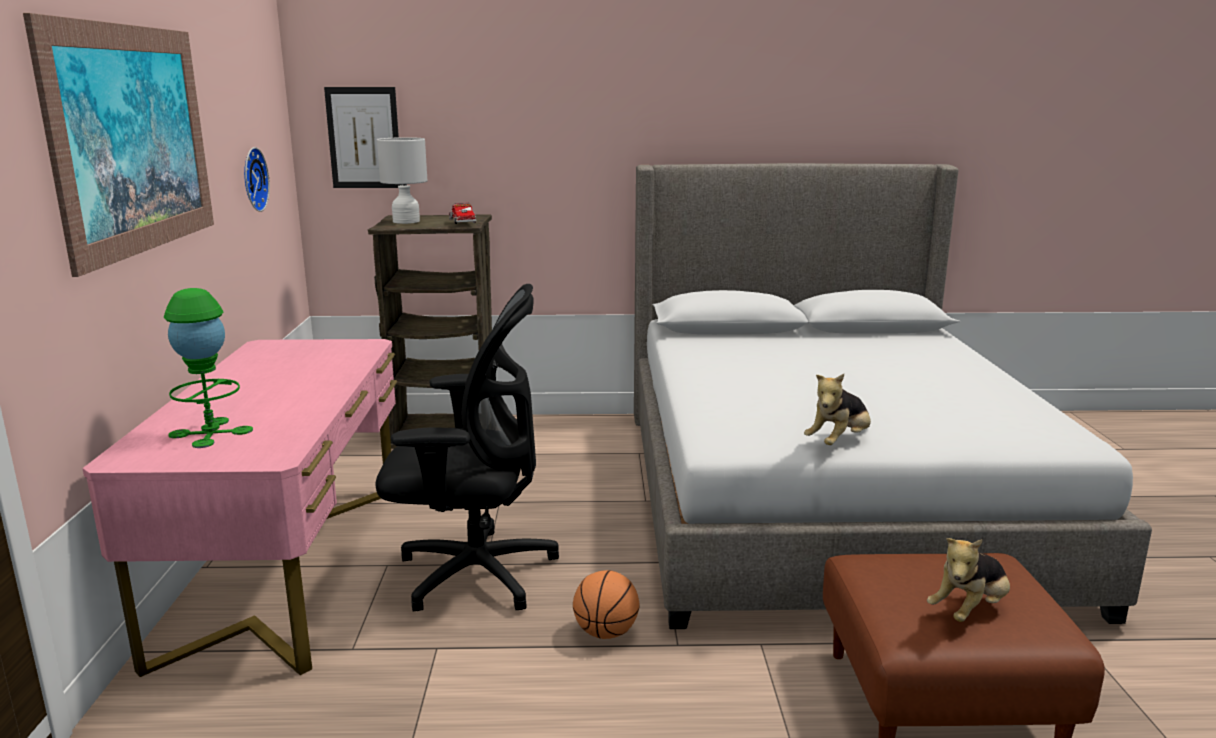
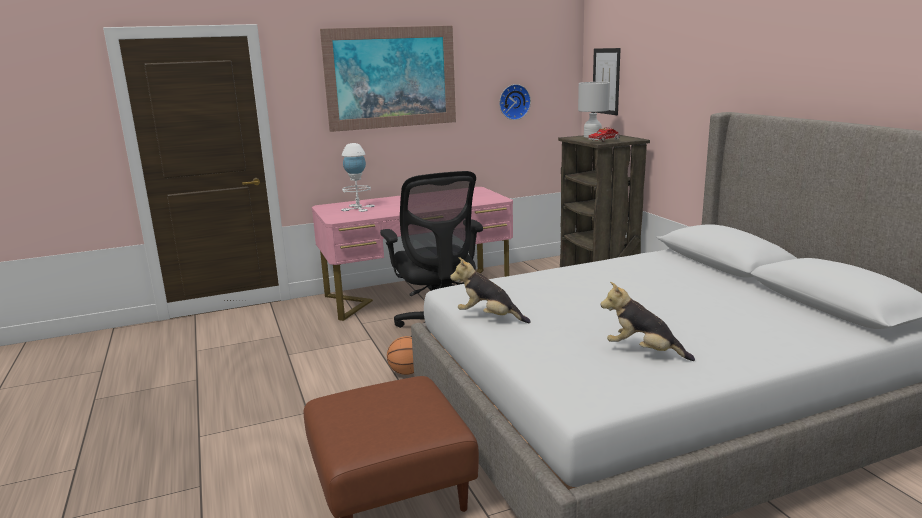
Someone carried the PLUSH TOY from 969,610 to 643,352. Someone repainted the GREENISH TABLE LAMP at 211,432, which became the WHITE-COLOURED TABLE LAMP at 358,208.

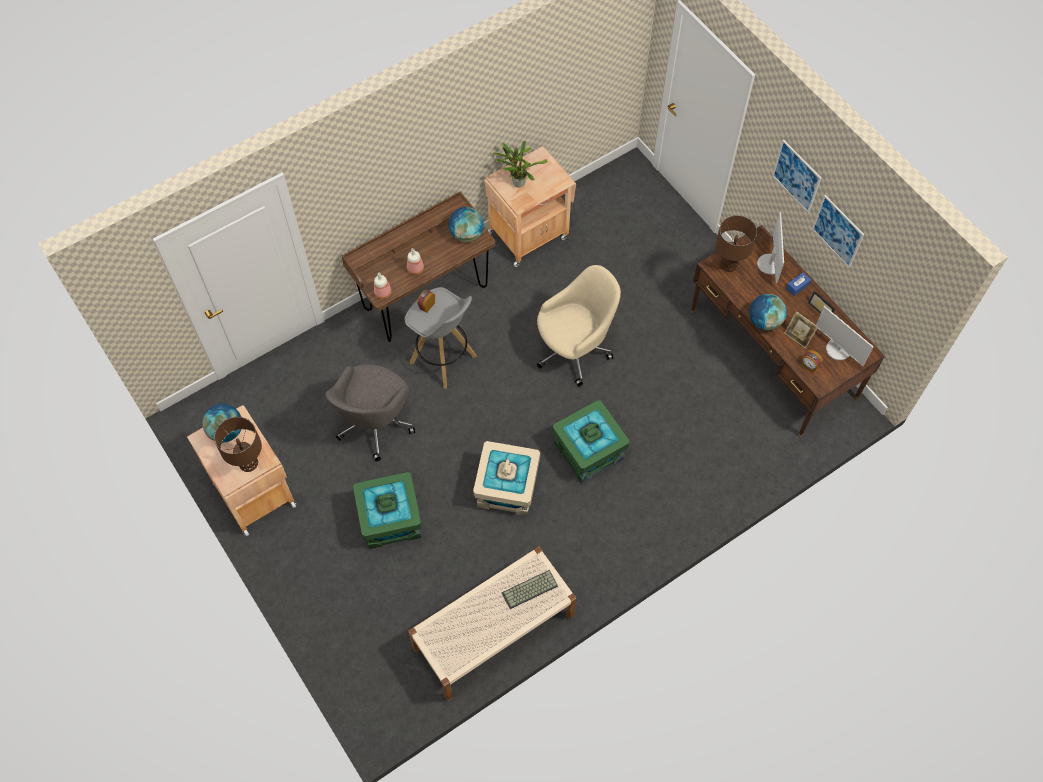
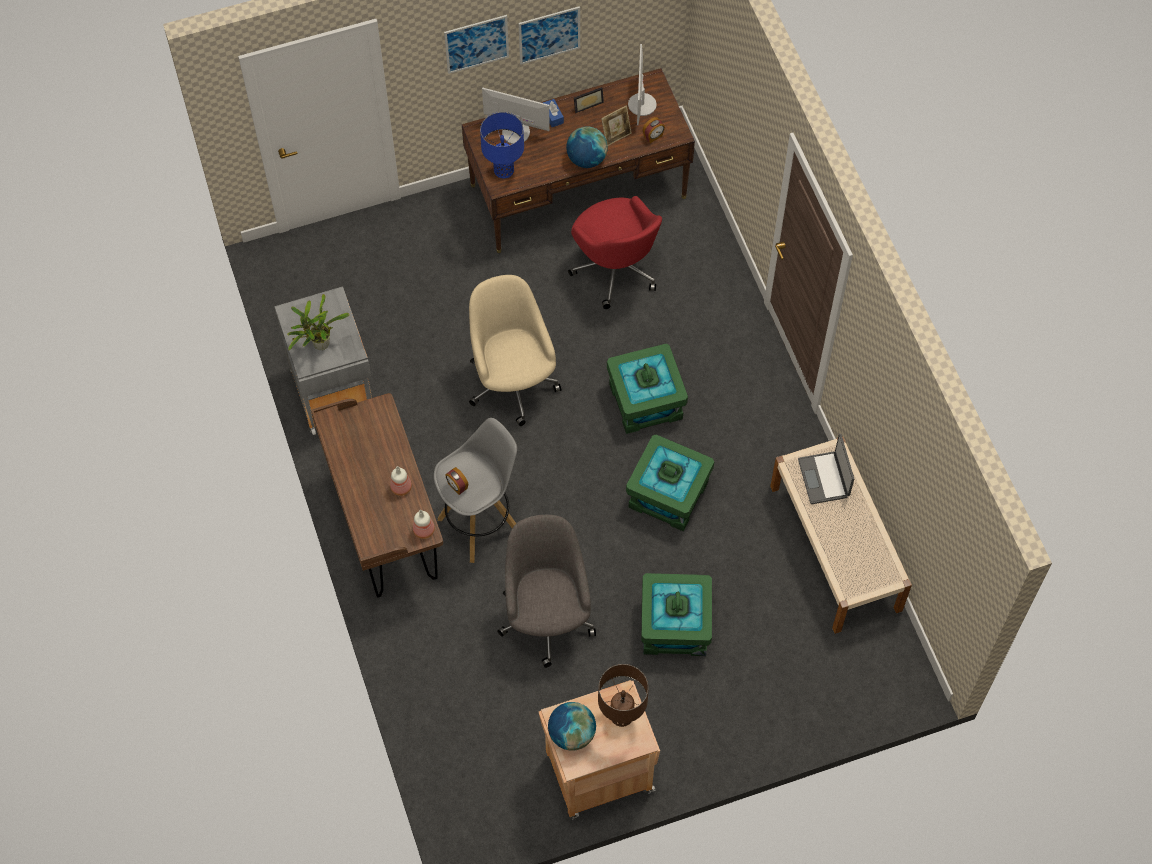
Someone took away the GLOBE at 467,234. Someone put down the RED OFFICE CHAIR at 616,271. Someone swapped the COMPUTER KEYBOARD at 529,590 for the LAPTOP at 824,478. Someone repainted the BEIGE STORAGE BOX at 507,488, which became the GREENISH STORAGE BOX at 668,495. Someone repainted the BROWN-COLOURED WHEELED CART at 529,234, which became the GRAY WHEELED CART at 332,390. Someone repainted the BROWN-COLOURED TABLE LAMP at 729,264, which became the BLUE TABLE LAMP at 503,170. Someone rotated the GRAY OFFICE CHAIR at 375,425 by 135 degrees counterclockwise. Someone rotated the MONITOR at 838,349 by 120 degrees clockwise.

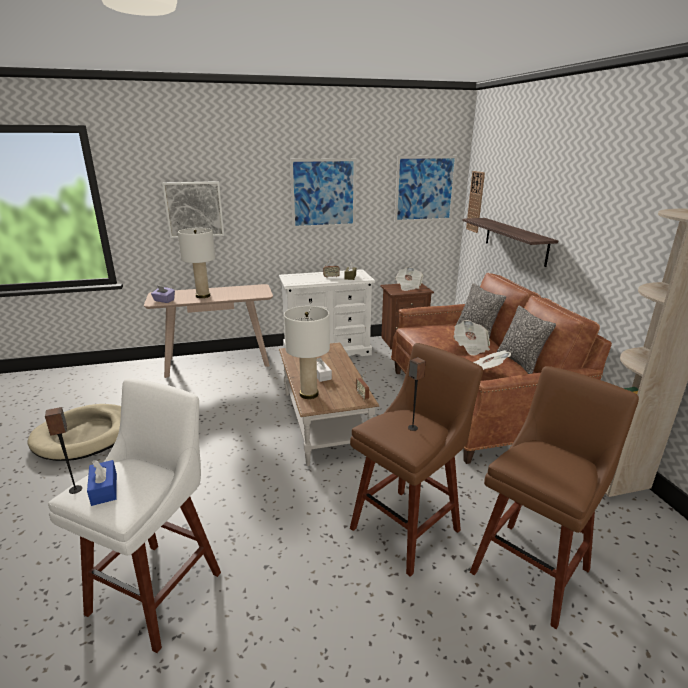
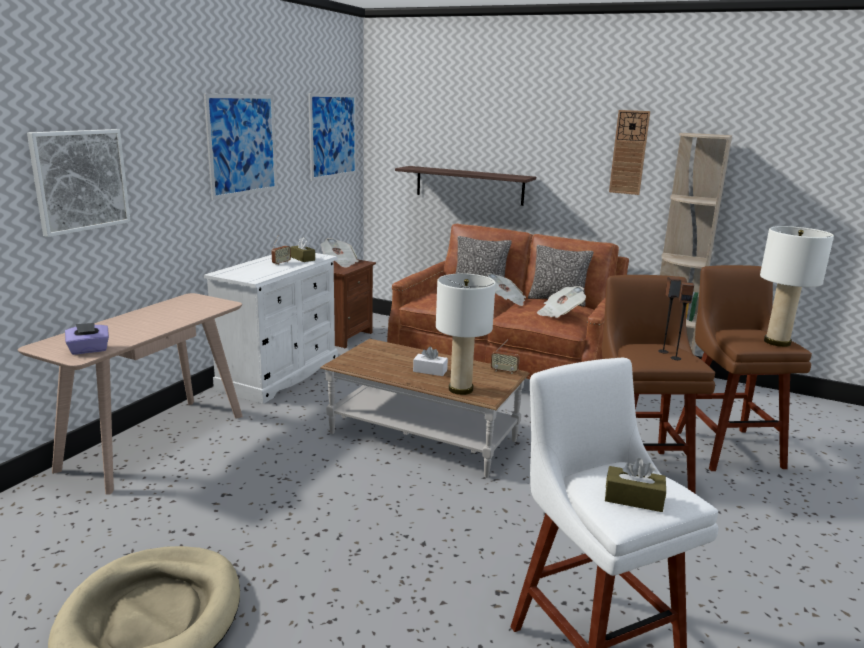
Someone carried the LOUDSPEAKER from 76,489 to 675,358. Someone carried the WHITE-COLOURED TABLE LAMP from 203,296 to 777,342. Someone carried the WALL CLOCK from 475,201 to 629,152. Someone repainted the BLUE BOX OF TISSUES at 104,489, which became the BROWN-COLOURED BOX OF TISSUES at 633,499.

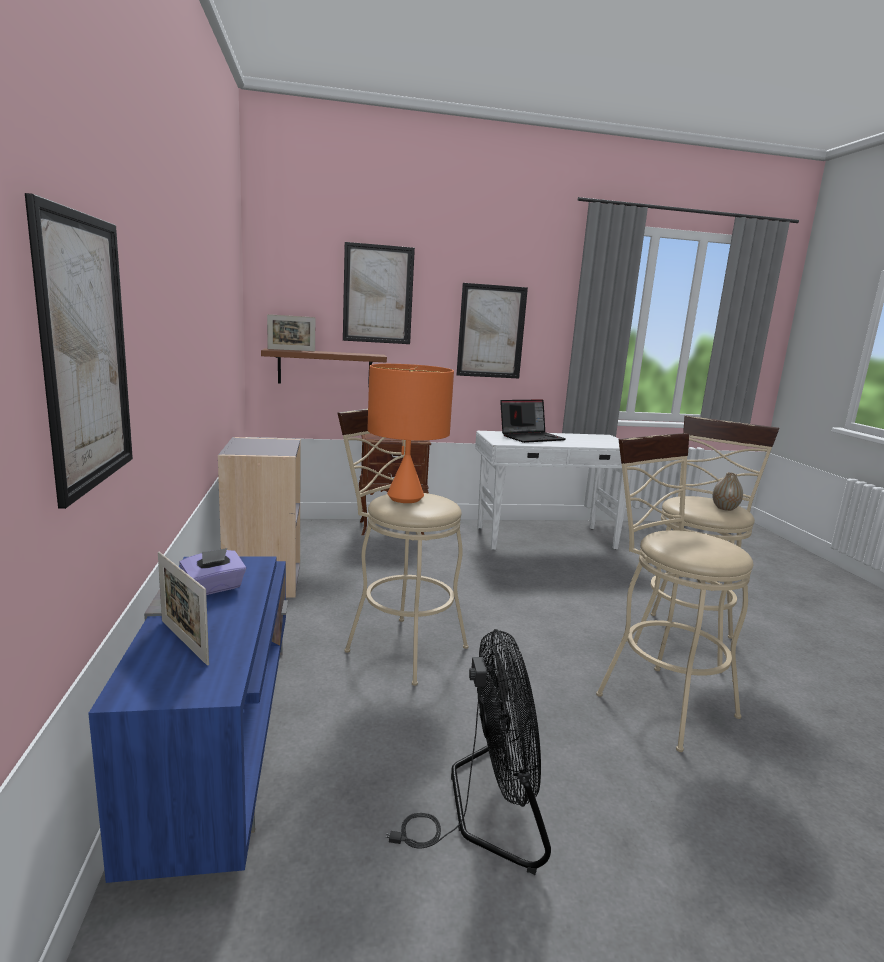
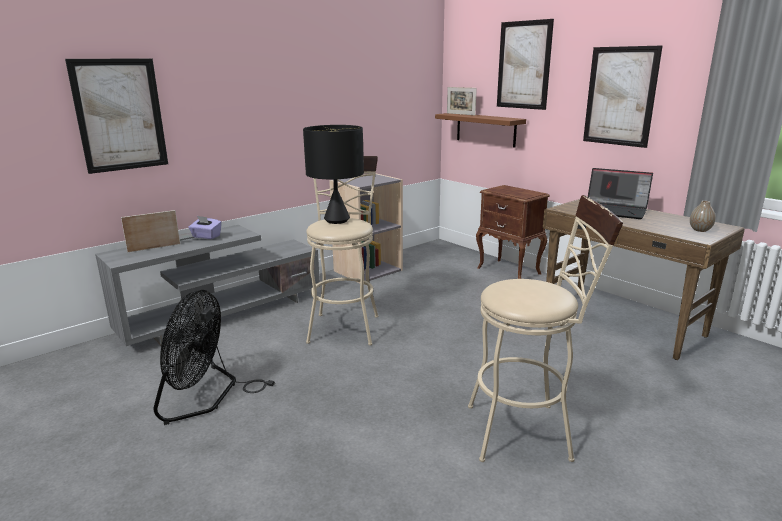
Someone took away the BEIGE SITTING STOOL at 656,699. Someone carried the VASE from 724,508 to 700,230. Someone repainted the BLUE TV STAND at 225,725, which became the GRAY TV STAND at 226,314. Someone repainted the ORANGE TABLE LAMP at 405,499, which became the BLACK-COLOURED TABLE LAMP at 337,221. Someone repainted the WHITE-COLOURED HALL TABLE at 546,538, which became the BROWN-COLOURED HALL TABLE at 623,323. Someone rotated the PHOTO FRAME at 184,641 by 45 degrees clockwise. Someone rotated the BLACK-COLOURED FAN at 481,806 by 135 degrees clockwise.

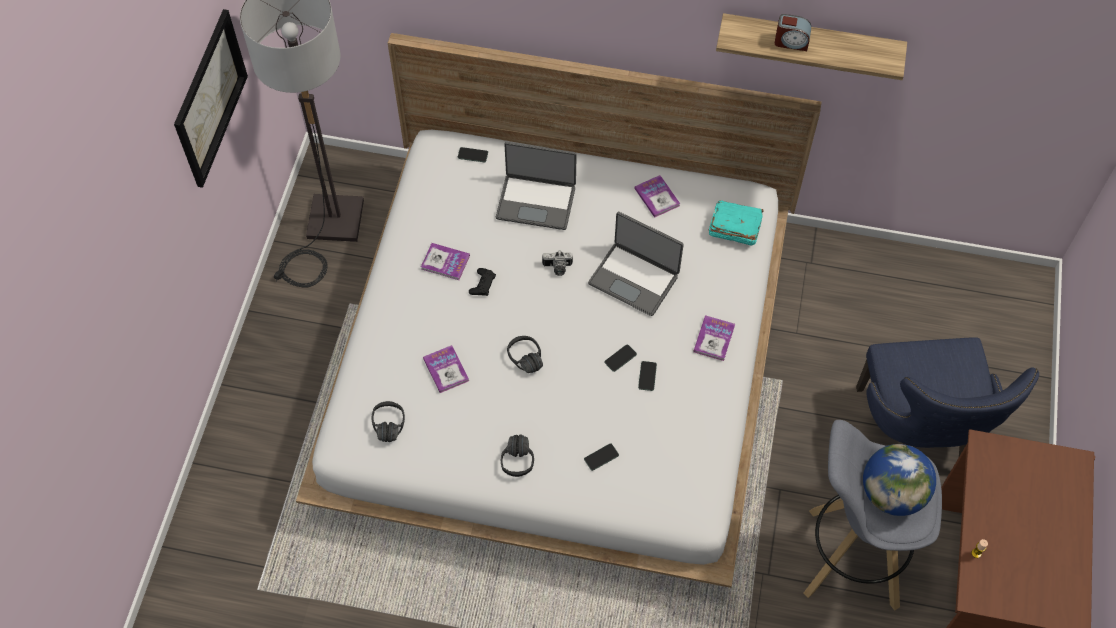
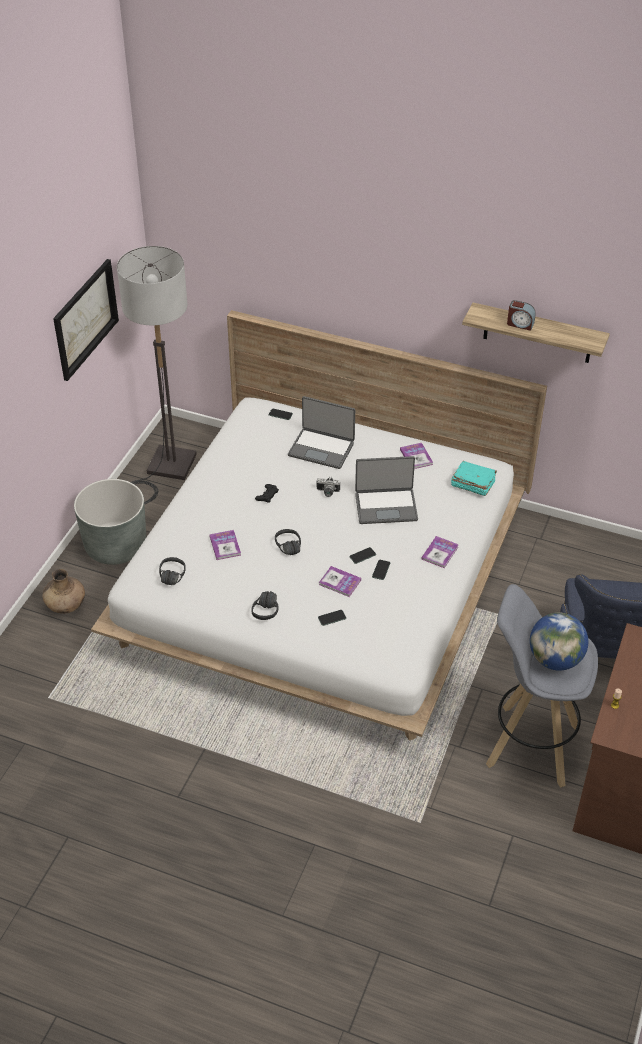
Someone put down the BROWN-COLOURED VASE at 66,605. Someone put down the GRAY FLOWER POT at 115,546. Someone carried the VOLUME from 445,262 to 340,582. Someone rotated the LAPTOP at 634,278 by 45 degrees counterclockwise.

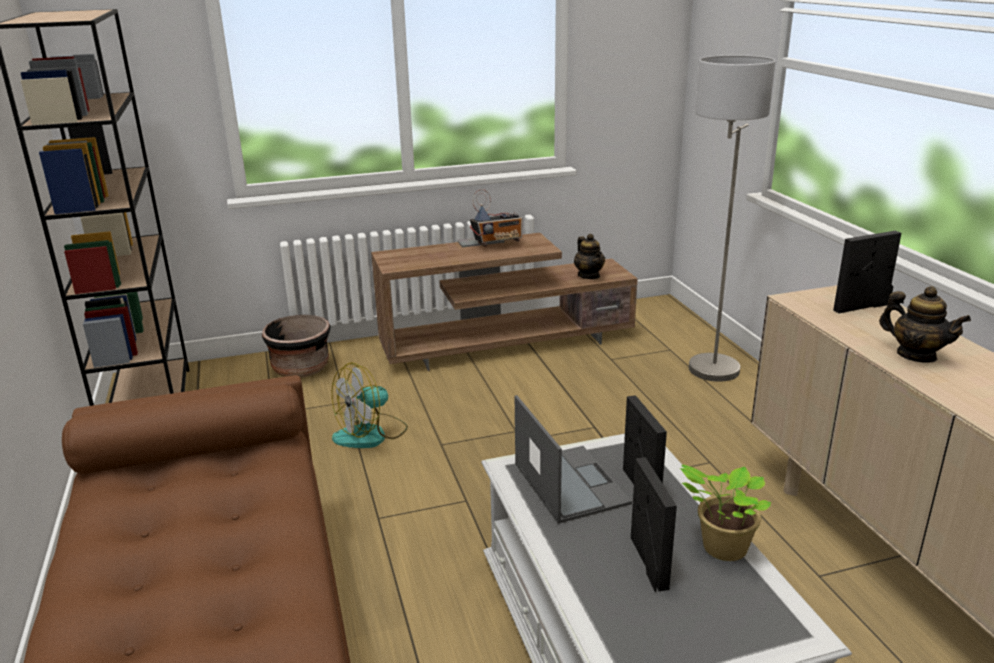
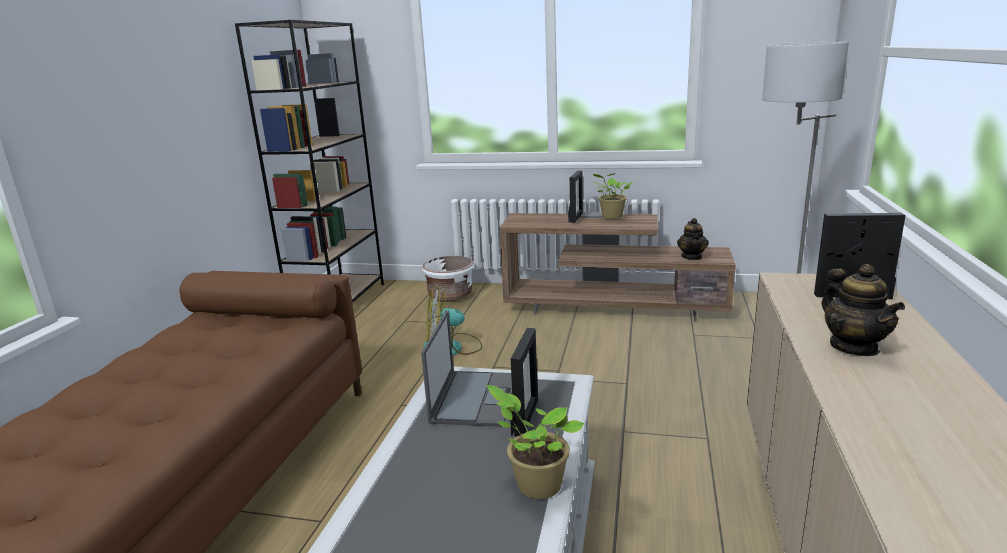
Someone carried the PHOTO FRAME from 647,563 to 575,217. Someone swapped the RADIO SET at 498,242 for the HOUSEPLANT at 611,217. Someone repainted the BLACK-COLOURED FLOWER POT at 301,368, which became the WHITE-COLOURED FLOWER POT at 450,296.

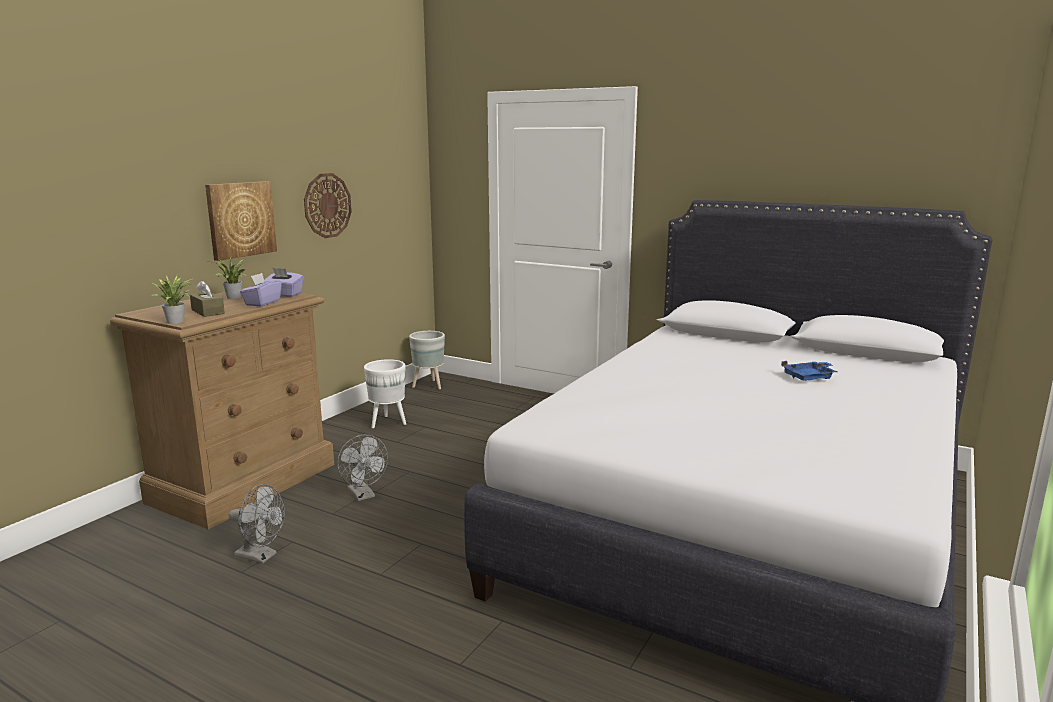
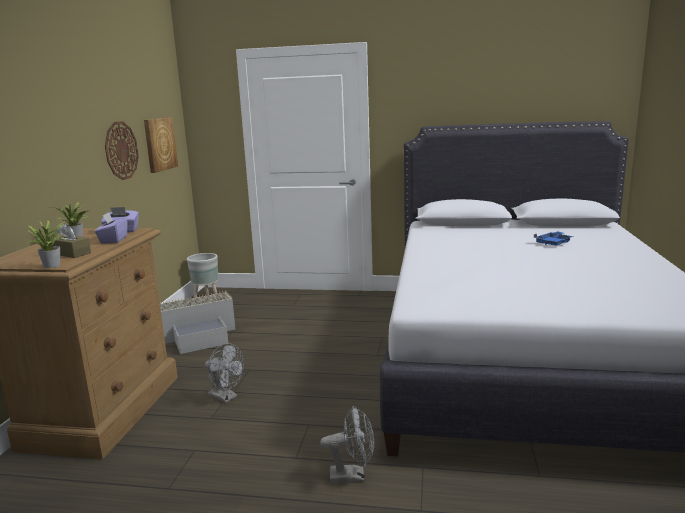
Someone carried the WALL PICTURE from 240,219 to 159,144. Someone carried the GRAY FAN from 261,556 to 353,475. Someone swapped the WHITE-COLOURED FLOWER POT at 388,422 for the GRAY STORAGE BOX at 197,334.

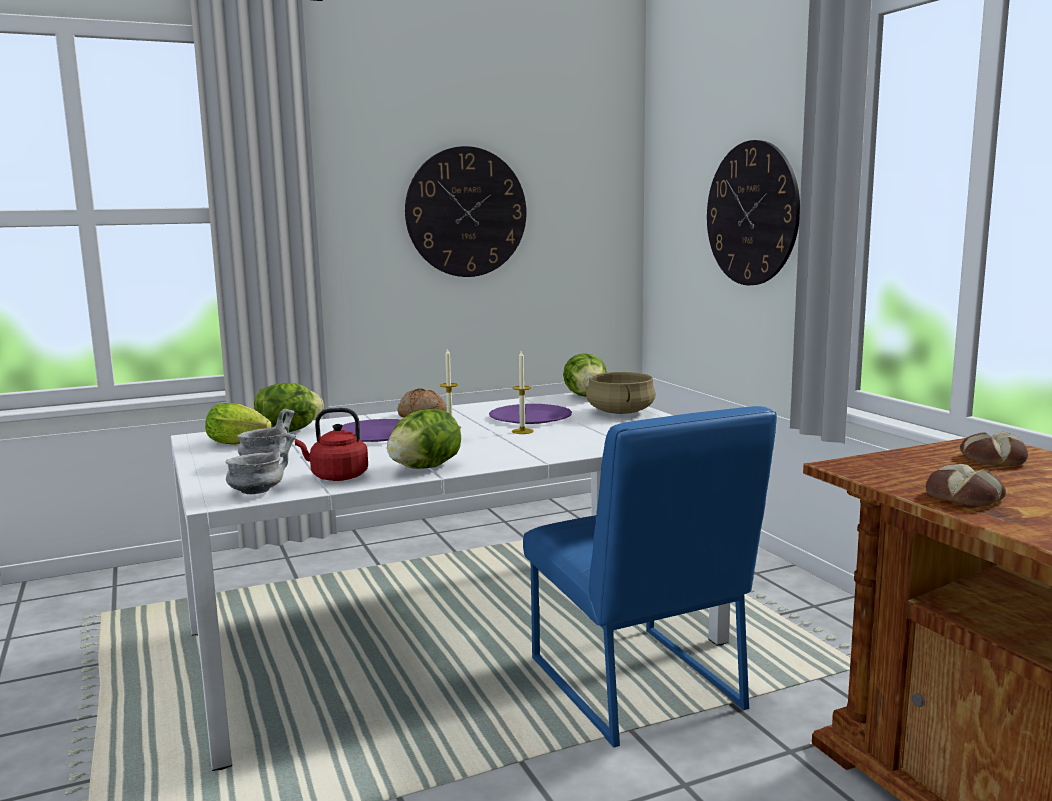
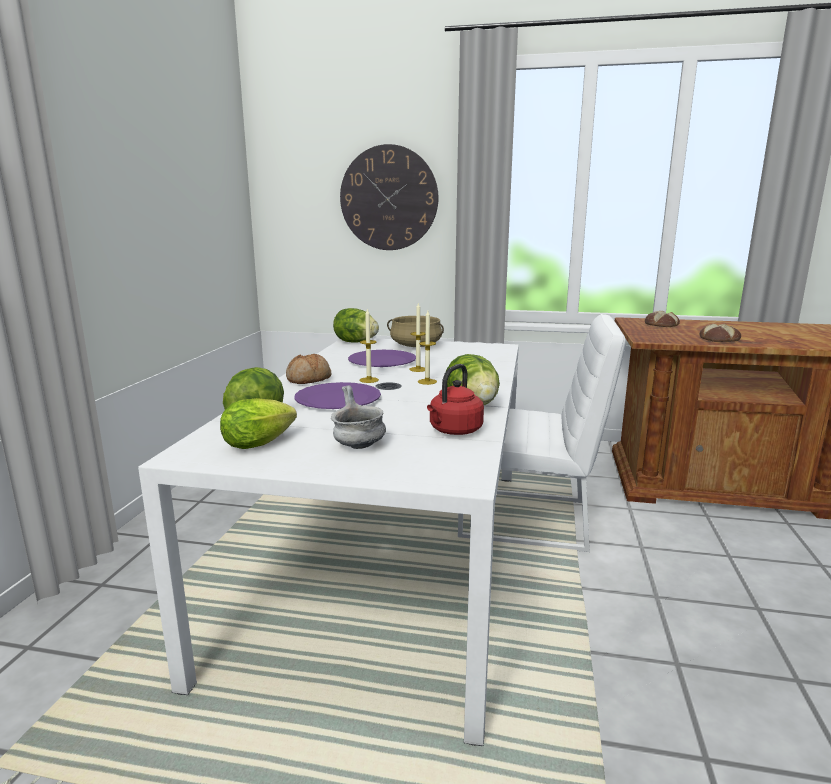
Someone took away the GRAY DEEP DISH at 258,491. Someone took away the WALL CLOCK at 466,212. Someone put down the CANDLE at 427,381. Someone repainted the BLUE PLAIN CHAIR at 636,686, which became the WHITE-COLOURED PLAIN CHAIR at 528,519.

